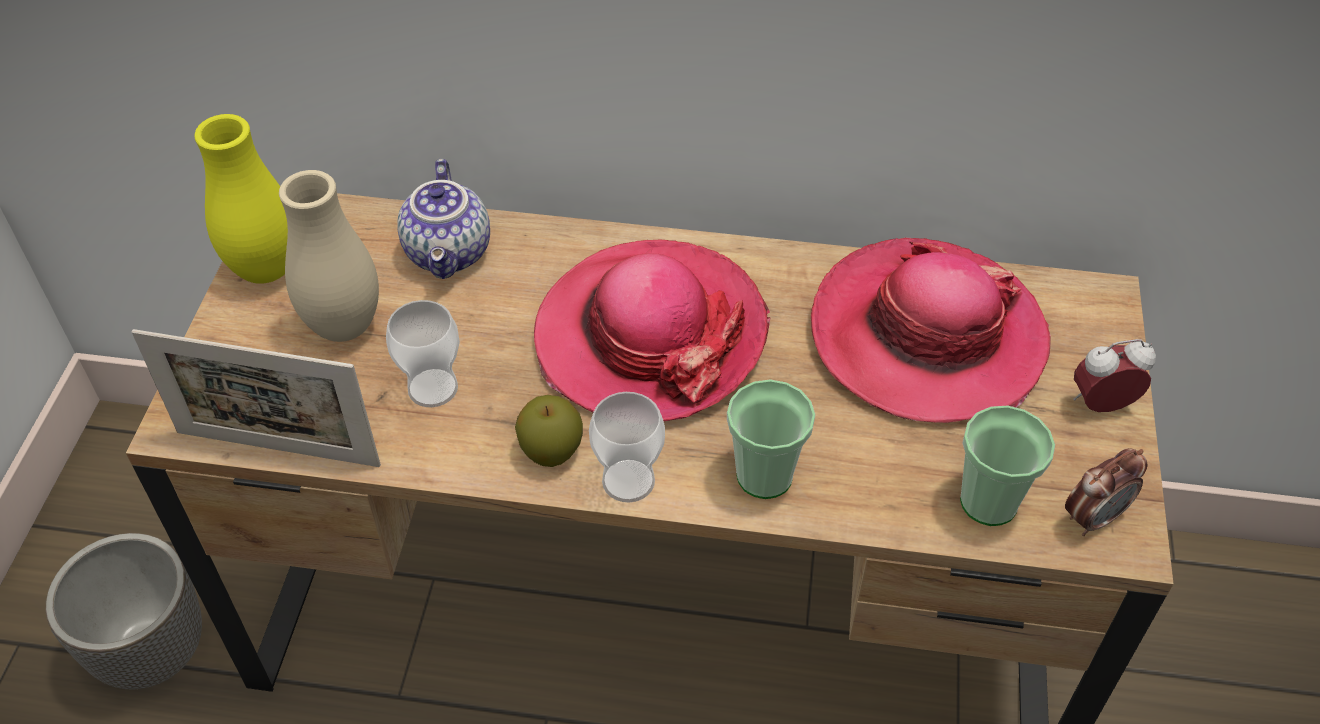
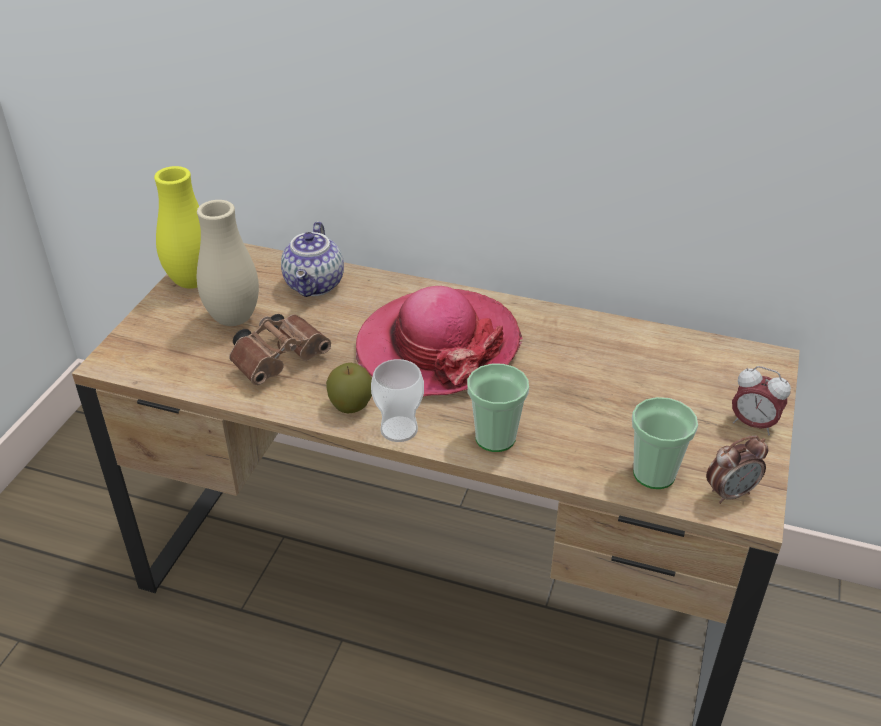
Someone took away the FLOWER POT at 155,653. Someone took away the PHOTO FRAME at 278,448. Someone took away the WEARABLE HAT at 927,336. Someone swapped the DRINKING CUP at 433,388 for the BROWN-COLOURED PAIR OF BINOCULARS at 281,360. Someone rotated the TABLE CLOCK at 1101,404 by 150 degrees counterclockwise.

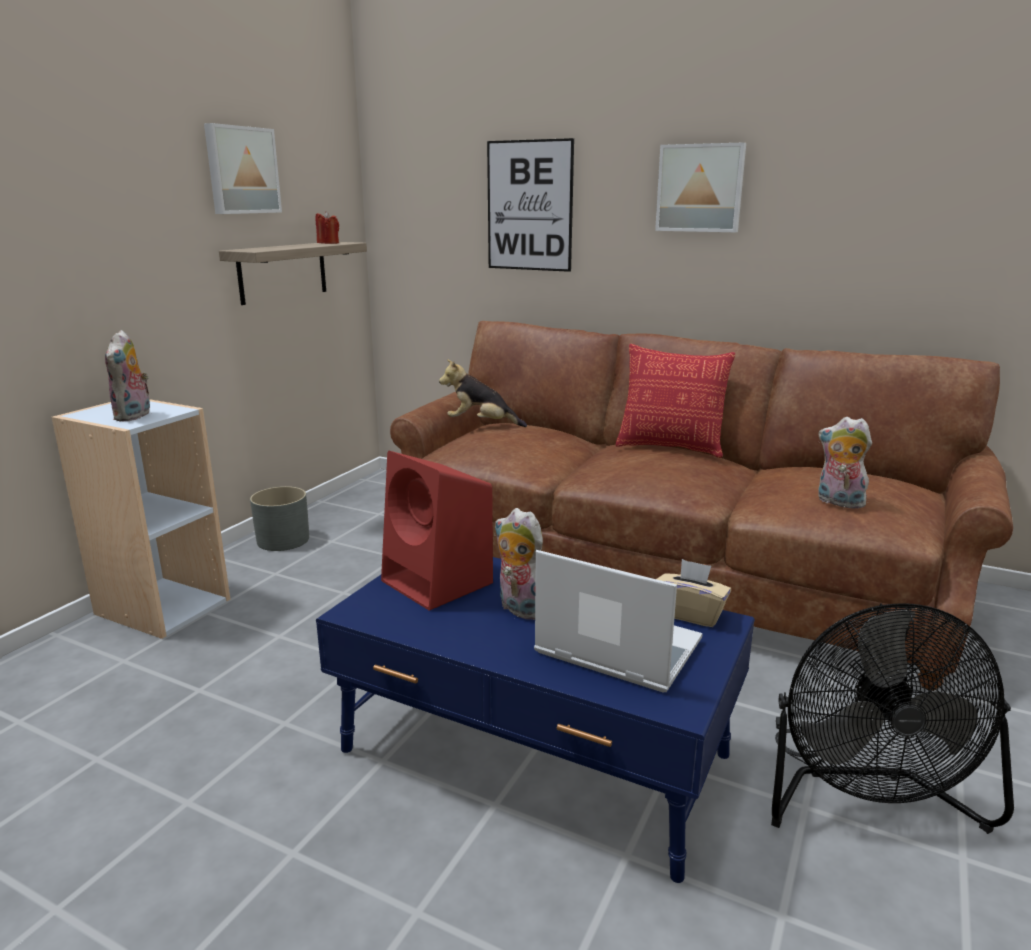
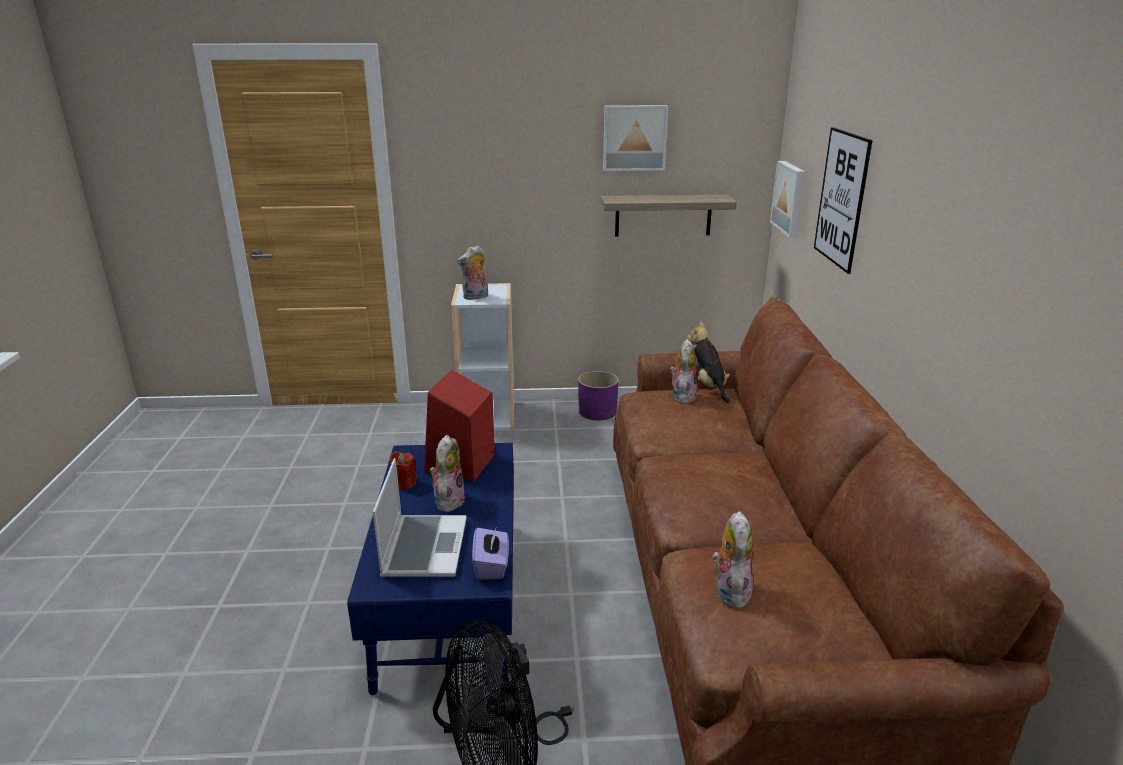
Someone took away the RED PILLOW at 670,448. Someone put down the PLUSH TOY at 682,396. Someone carried the RED CANDLE from 328,243 to 404,483. Someone carried the WALL PICTURE from 700,188 to 790,198. Someone repainted the GRAY FLOWER POT at 283,540, which became the PURPLE-COLOURED FLOWER POT at 598,411. Someone repainted the BEIGE BOX OF TISSUES at 689,614, which became the PURPLE-COLOURED BOX OF TISSUES at 491,566.

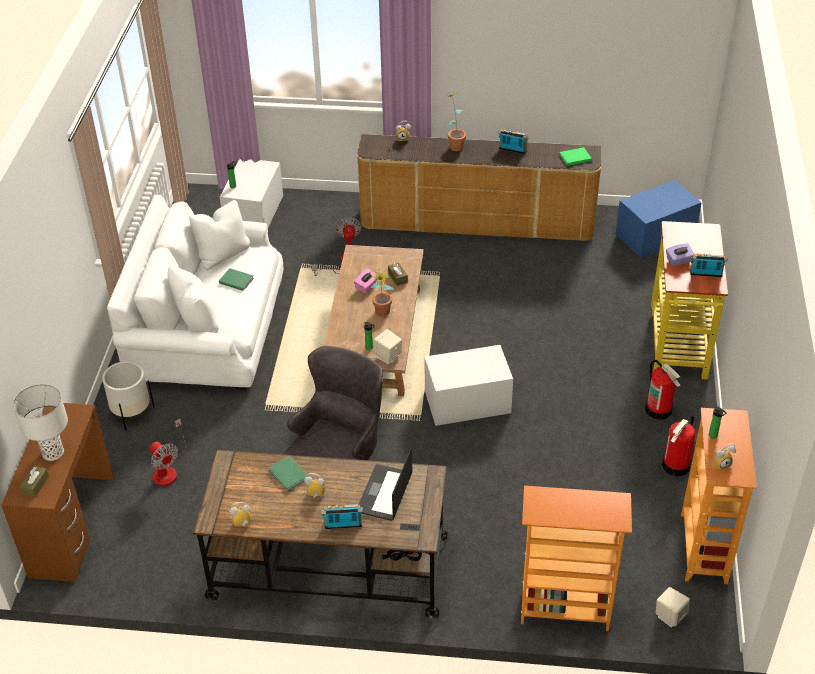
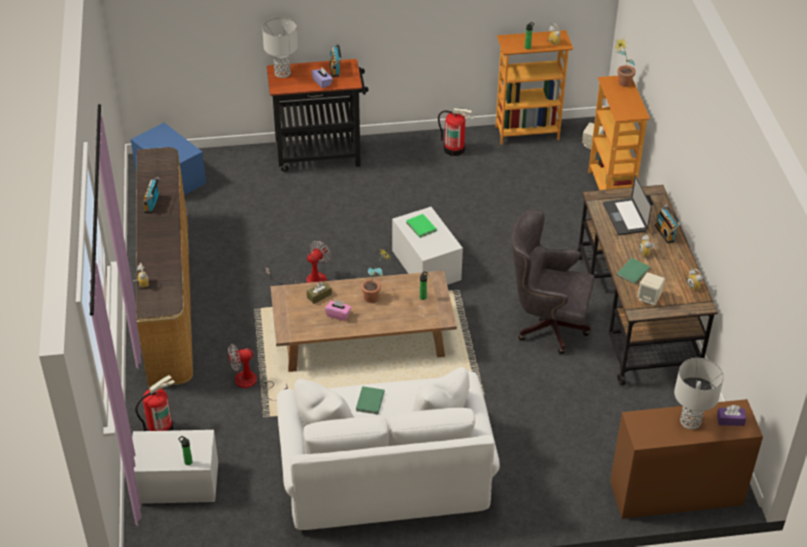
Someone took away the WHITE-COLOURED FLOWER POT at 131,413. Someone put down the WHITE-COLOURED TABLE LAMP at 283,73. Someone carried the FAN from 168,469 to 308,280. Someone carried the BEIGE LOUDSPEAKER from 388,356 to 649,298. Someone carried the HOUSEPLANT from 455,145 to 621,84. Someone carried the GREENISH VOLUME from 574,157 to 421,227. Someone carried the EXTINGUISHER from 658,410 to 160,428. Someone repainted the BROWN-COLOURED BOX OF TISSUES at 35,485, which became the PURPLE-COLOURED BOX OF TISSUES at 730,420. Someone repainted the YELLOWISH WHEELED CART at 678,346, which became the BLACK-COLOURED WHEELED CART at 320,155. Someone rotated the LAPTOP at 384,493 by 75 degrees clockwise.

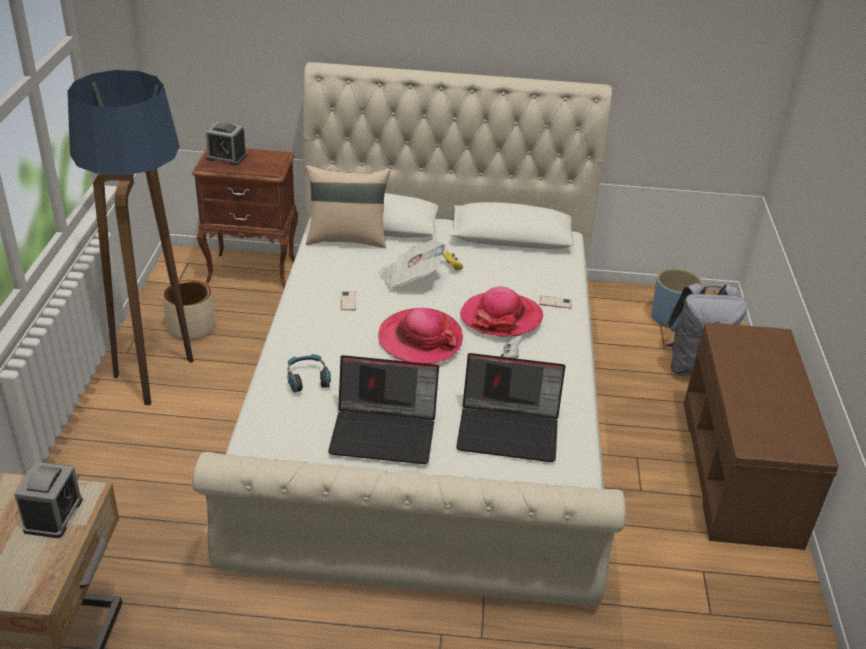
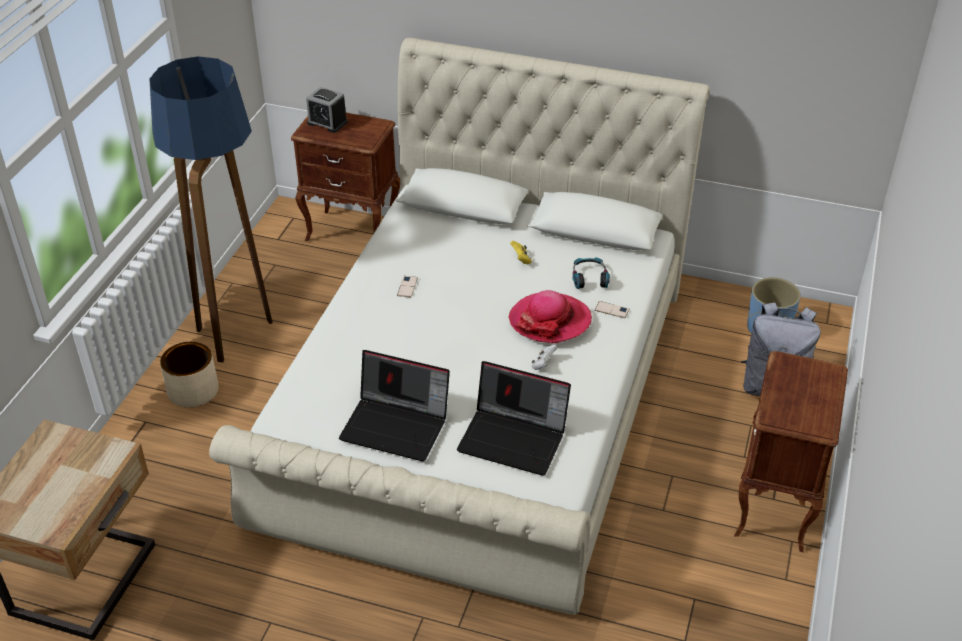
Someone took away the TABLE CLOCK at 53,515. Someone took away the BEIGE PILLOW at 347,239. Someone took away the NEWSPAPER at 410,278. Someone took away the WEARABLE HAT at 420,339. Someone carried the BEIGE FLOWER POT from 191,327 to 193,391. Someone carried the HEADSET from 308,378 to 589,278. Someone swapped the BROWN-COLOURED LONG SEAT at 741,472 for the BROWN-COLOURED NIGHT TABLE at 775,506.

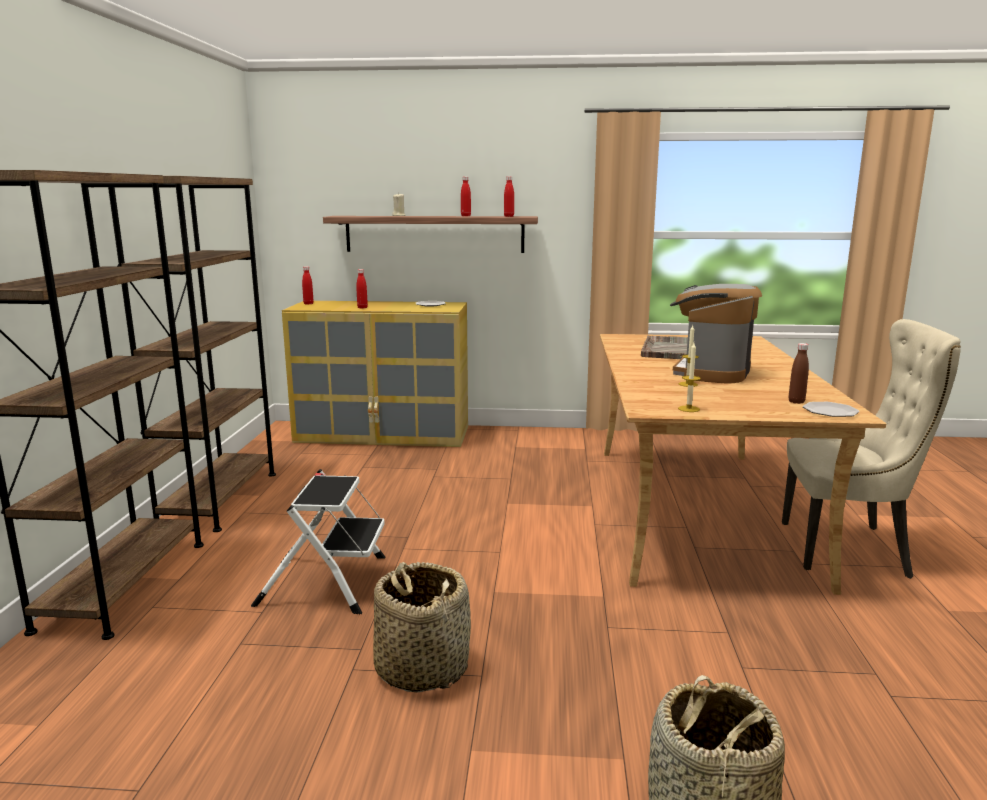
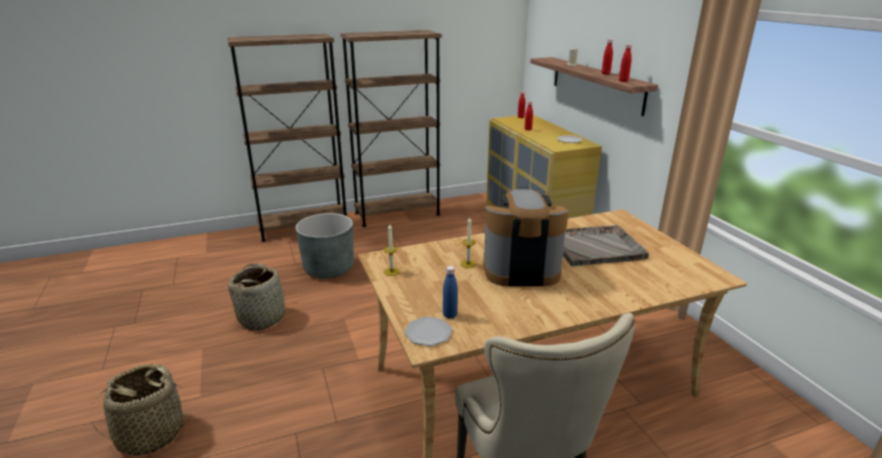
Someone swapped the STEPLADDER at 324,582 for the GRAY FLOWER POT at 329,268. Someone repainted the BROWN-COLOURED BEVERAGE BOTTLE at 796,402, which became the BLUE BEVERAGE BOTTLE at 450,315.

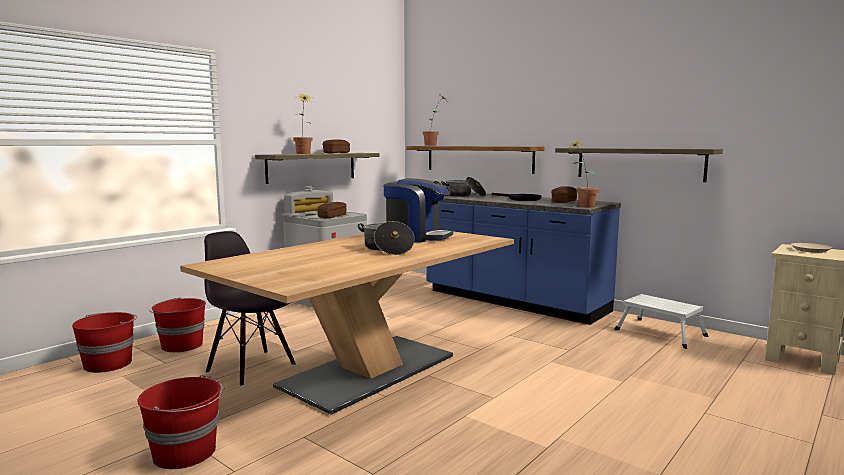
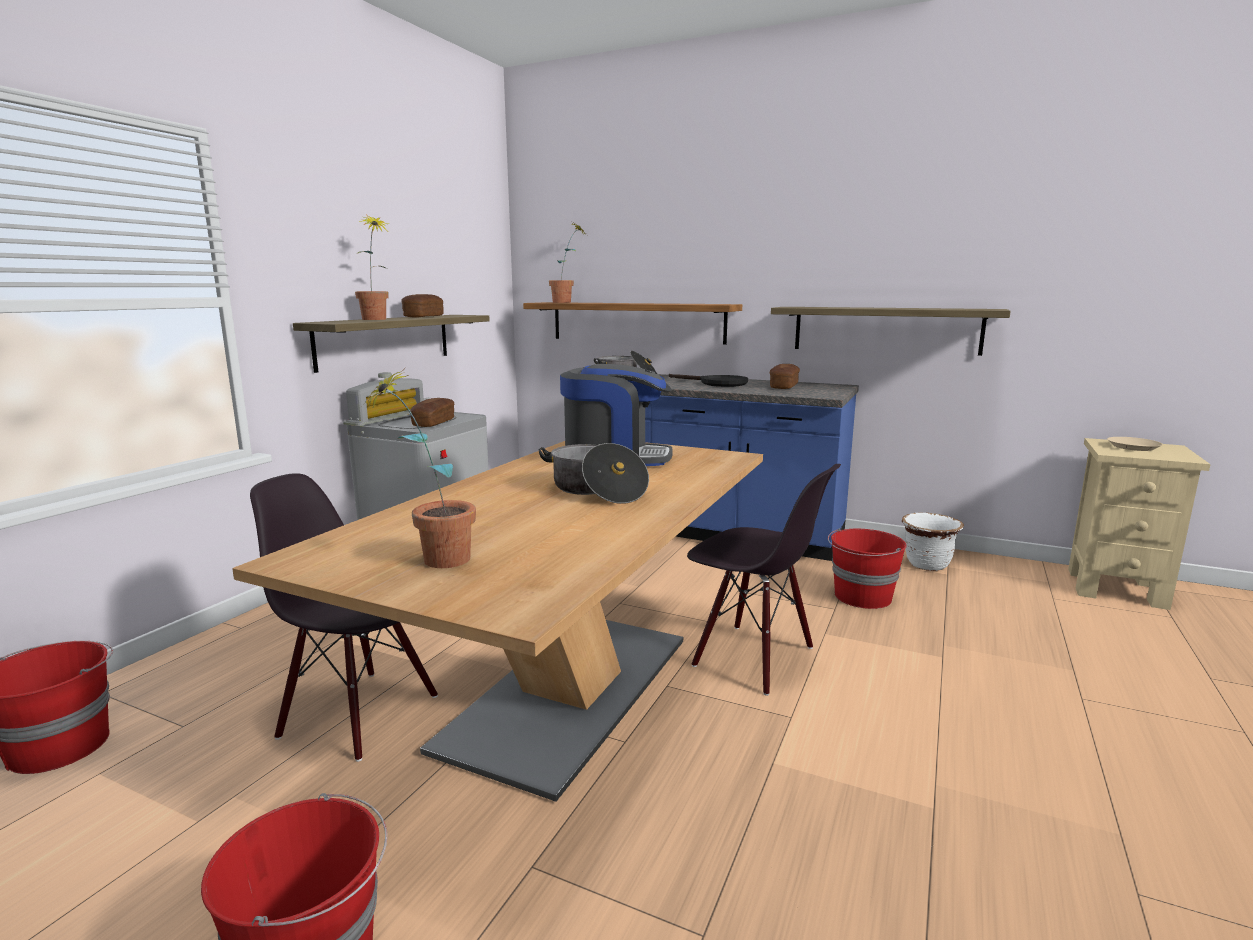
Someone put down the BLACK-COLOURED PLAIN CHAIR at 753,657. Someone carried the RED PAIL from 181,345 to 862,597. Someone carried the HOUSEPLANT from 582,206 to 432,562. Someone swapped the WHITE-COLOURED STEPLADDER at 661,333 for the WHITE-COLOURED FLOWER POT at 927,565.

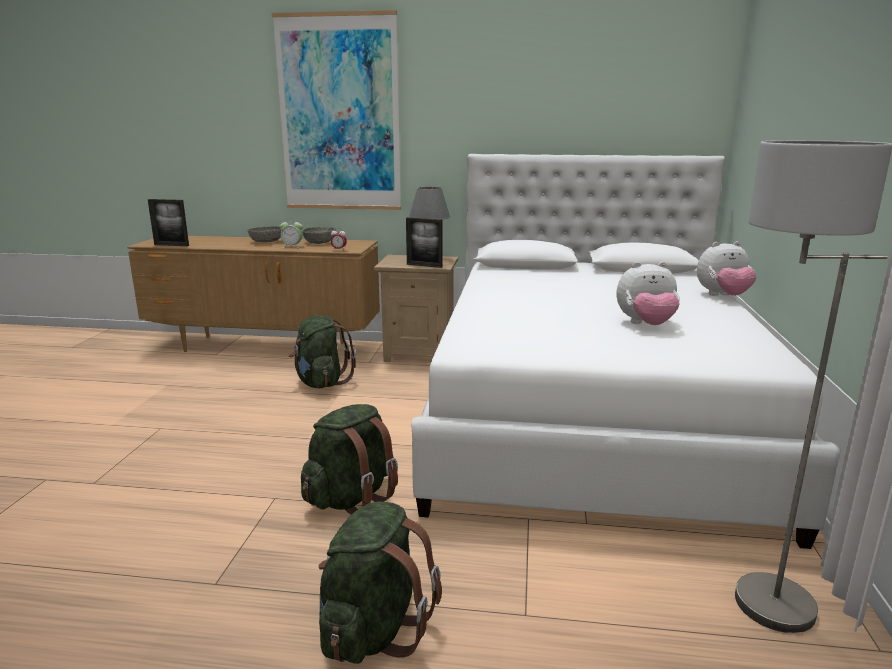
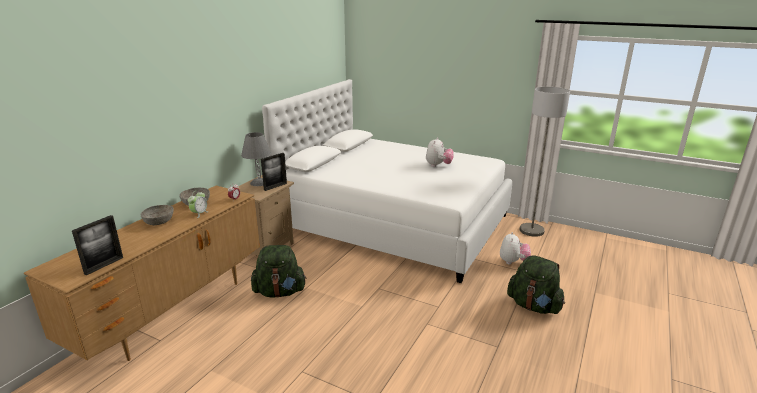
Someone took away the WALL PICTURE at 339,114. Someone took away the GREENISH KNAPSACK at 352,497. Someone carried the PLUSH TOY from 723,296 to 513,262.

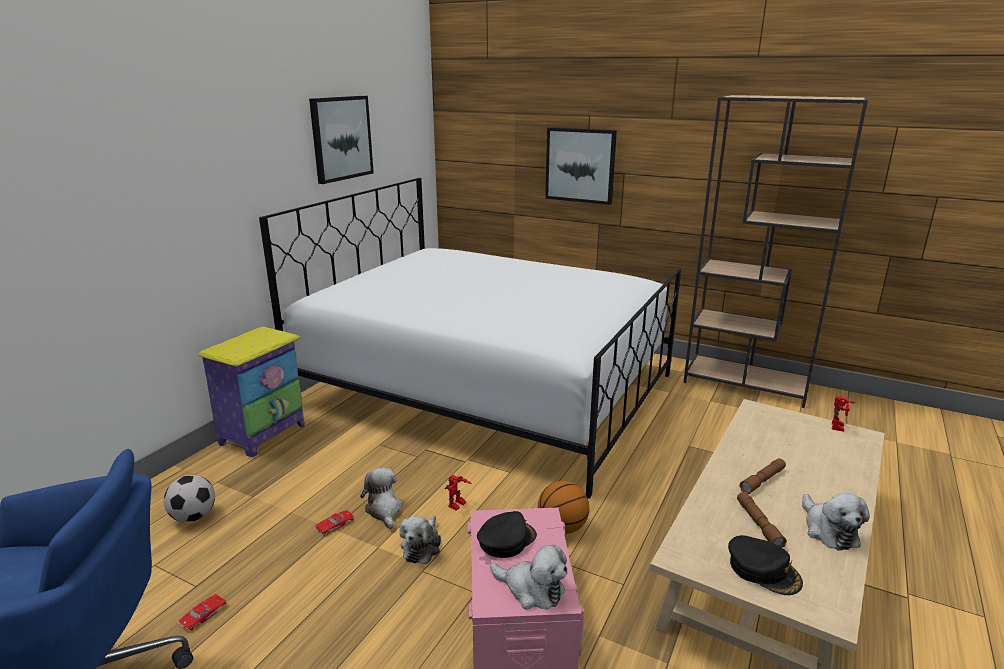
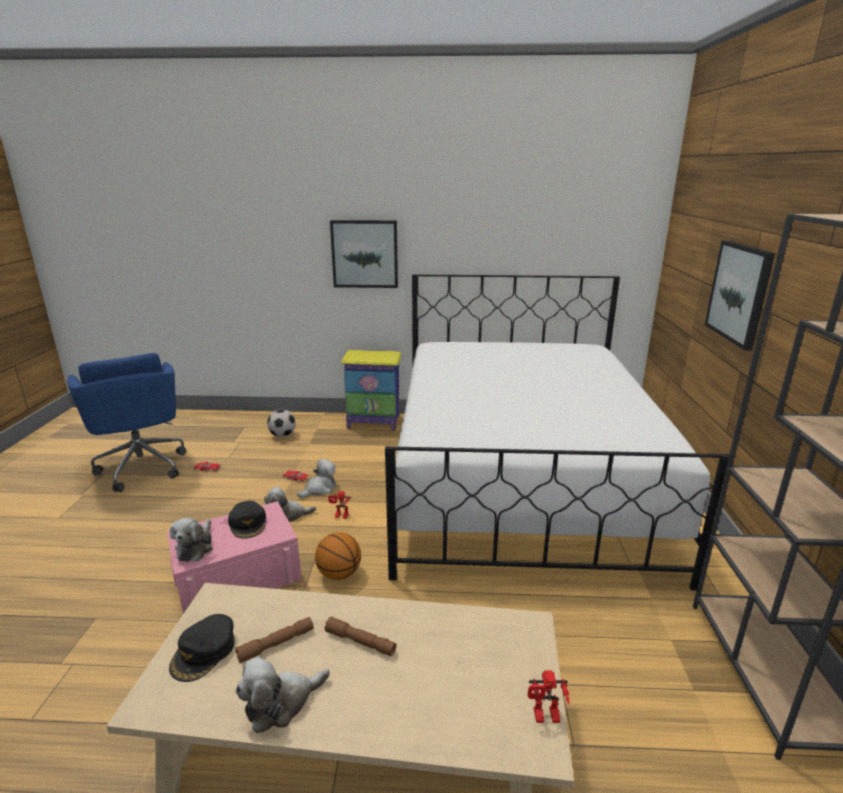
Someone carried the WALL PICTURE from 341,138 to 365,254. Someone rotated the BLACK-COLOURED BASEBALL CAP at 506,539 by 45 degrees clockwise.

